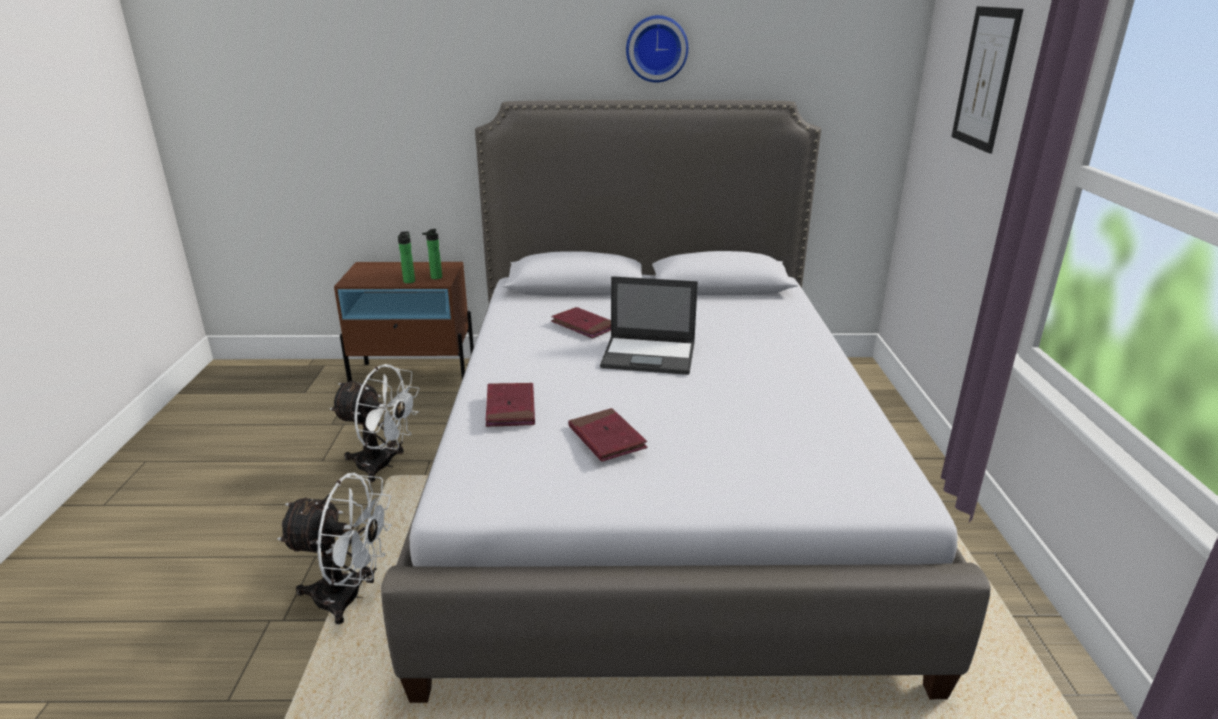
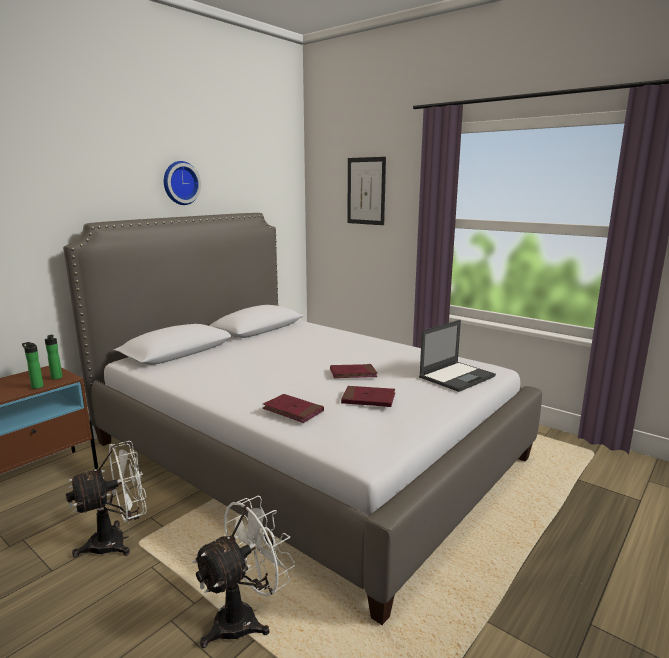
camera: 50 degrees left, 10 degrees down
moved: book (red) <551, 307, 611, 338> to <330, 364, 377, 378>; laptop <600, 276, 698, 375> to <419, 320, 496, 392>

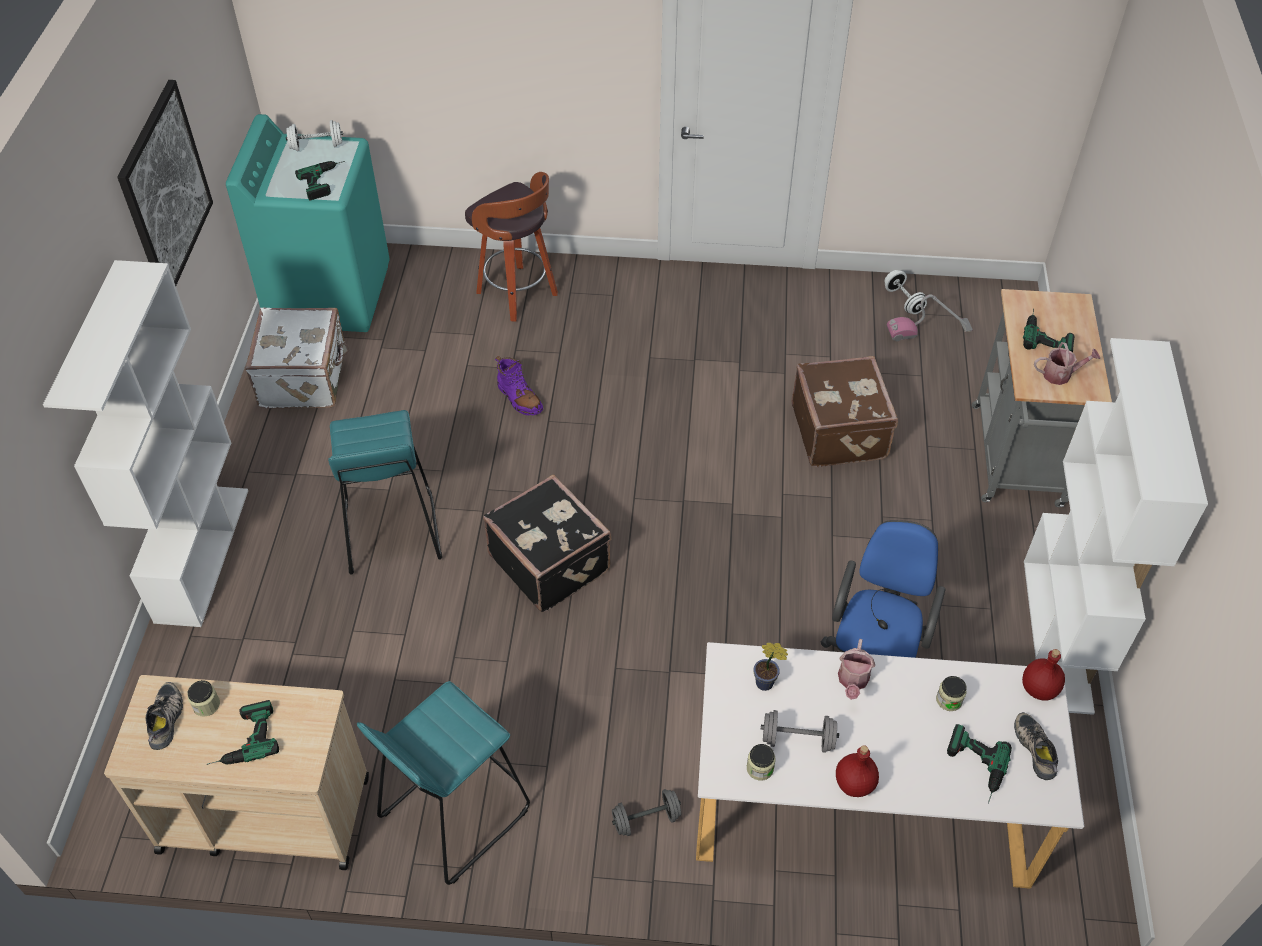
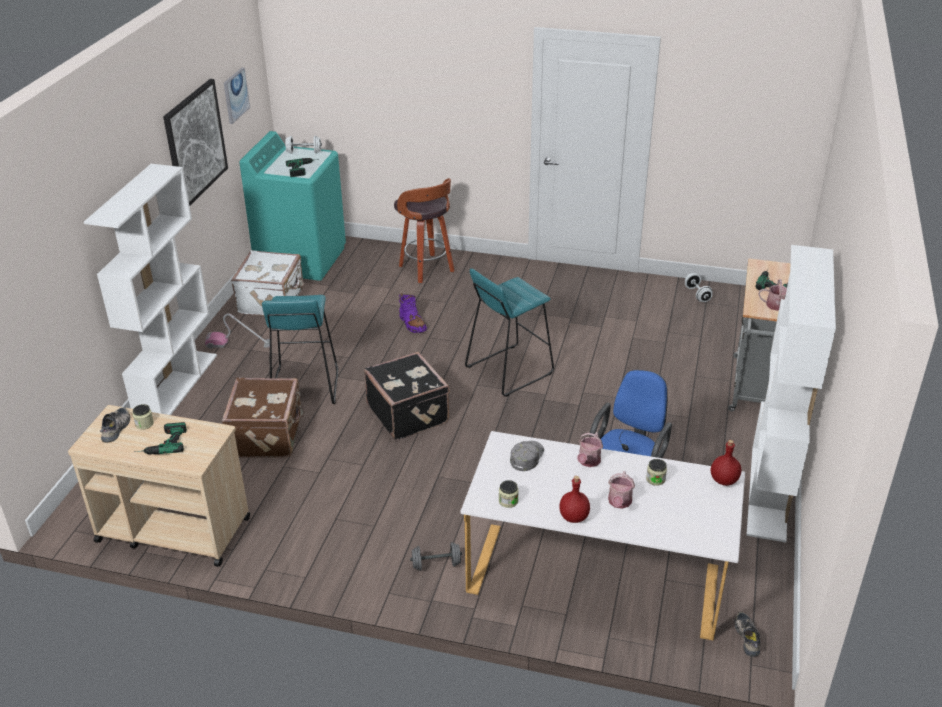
camera: 10 degrees right, 15 degrees down
removed: dumbbell (grey) <761, 710, 839, 753>; power drill <947, 724, 1012, 803>
added: picture <224, 68, 250, 124>; watering can <608, 471, 635, 509>
moved: stool (turquoise) <357, 681, 530, 885> to <465, 268, 554, 397>; suitcase (brown) <792, 356, 898, 467> to <222, 378, 305, 458>; vacuum cleaner <887, 294, 973, 341> to <205, 313, 270, 349>; shoe <1014, 712, 1058, 780> to <735, 612, 760, 657>
replaced: potted plant <754, 642, 788, 691> to cap (grey) <510, 441, 544, 471>

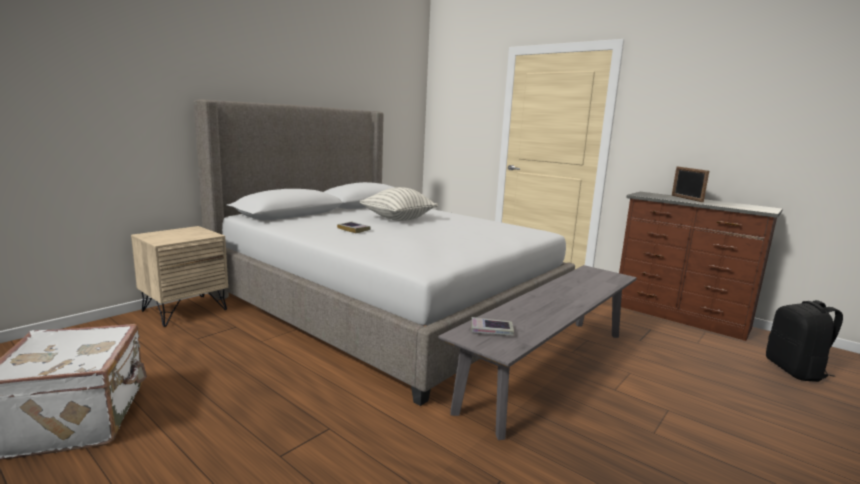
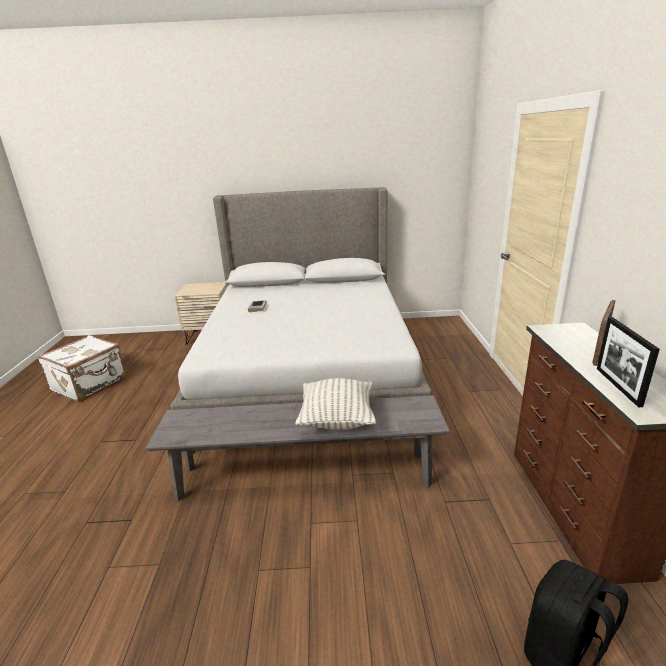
camera: 50 degrees right, 10 degrees up
removed: book <471, 317, 514, 336>
added: picture frame <597, 317, 660, 407>
moved: pillow <360, 187, 438, 221> to <295, 378, 376, 430>

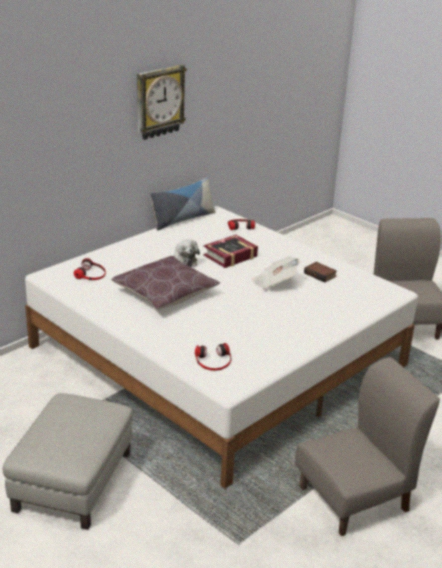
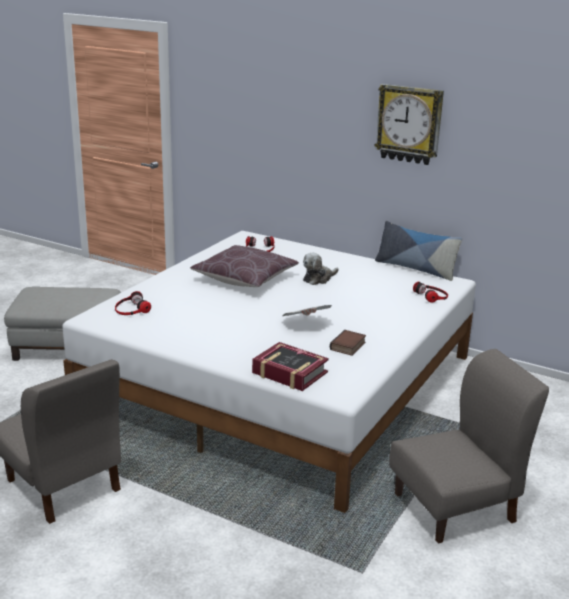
camera: 75 degrees right, 5 degrees down
moved: book <203, 235, 258, 268> to <252, 342, 329, 391>

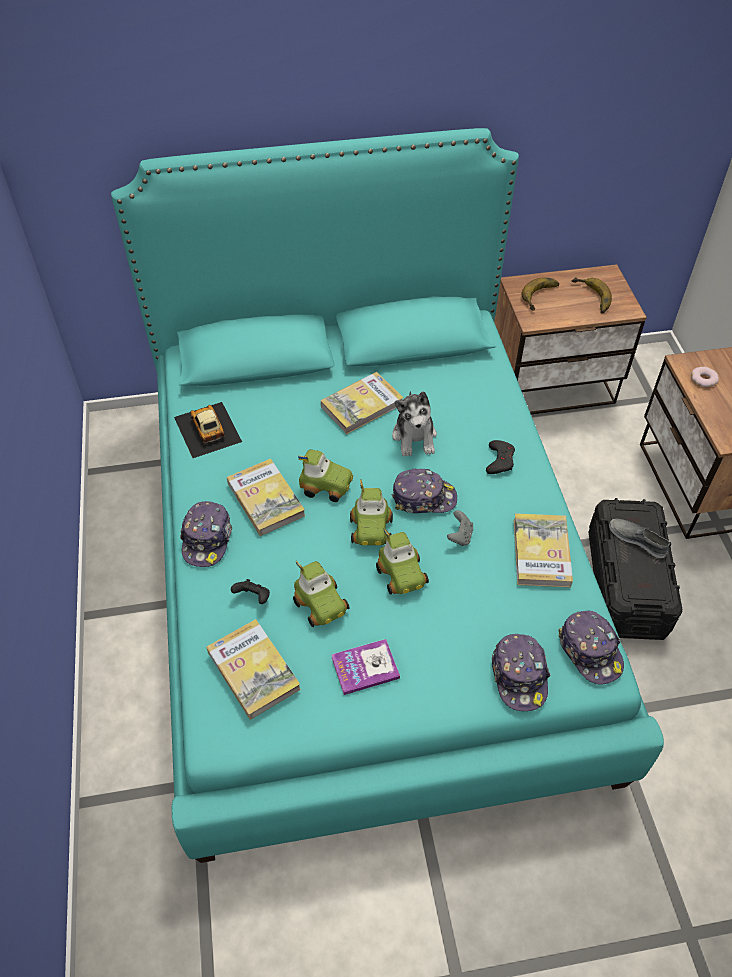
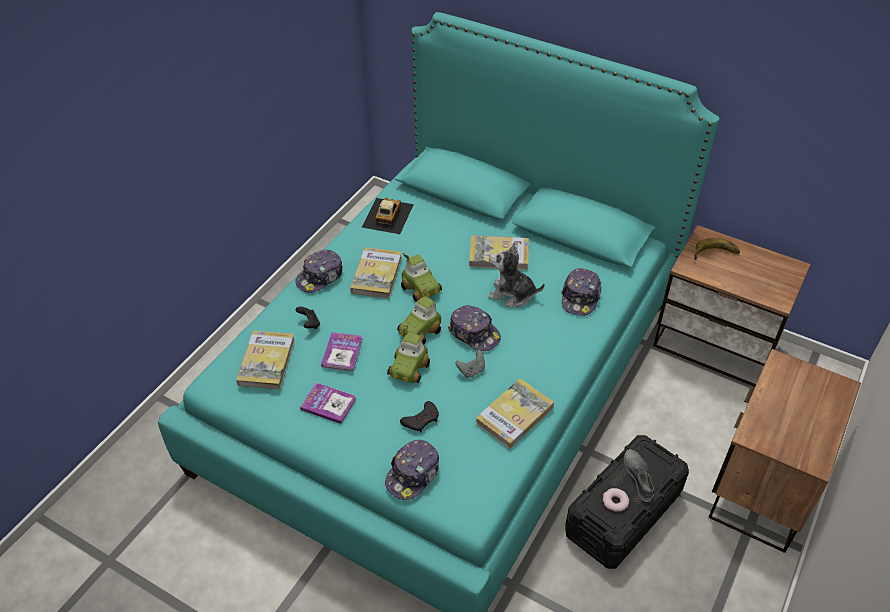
camera: 40 degrees right, 5 degrees down
removed: banana <572, 277, 612, 314>
moved: game controller (black) <486, 440, 515, 474> to <400, 401, 439, 433>; cap <558, 611, 624, 685> to <562, 268, 601, 316>; donut <691, 367, 719, 387> to <603, 488, 629, 512>
replaced: toy car <293, 561, 350, 627> to book <321, 332, 363, 371>
turned: plush toy <392, 391, 437, 457> = <489, 242, 545, 307> 75 degrees clockwise

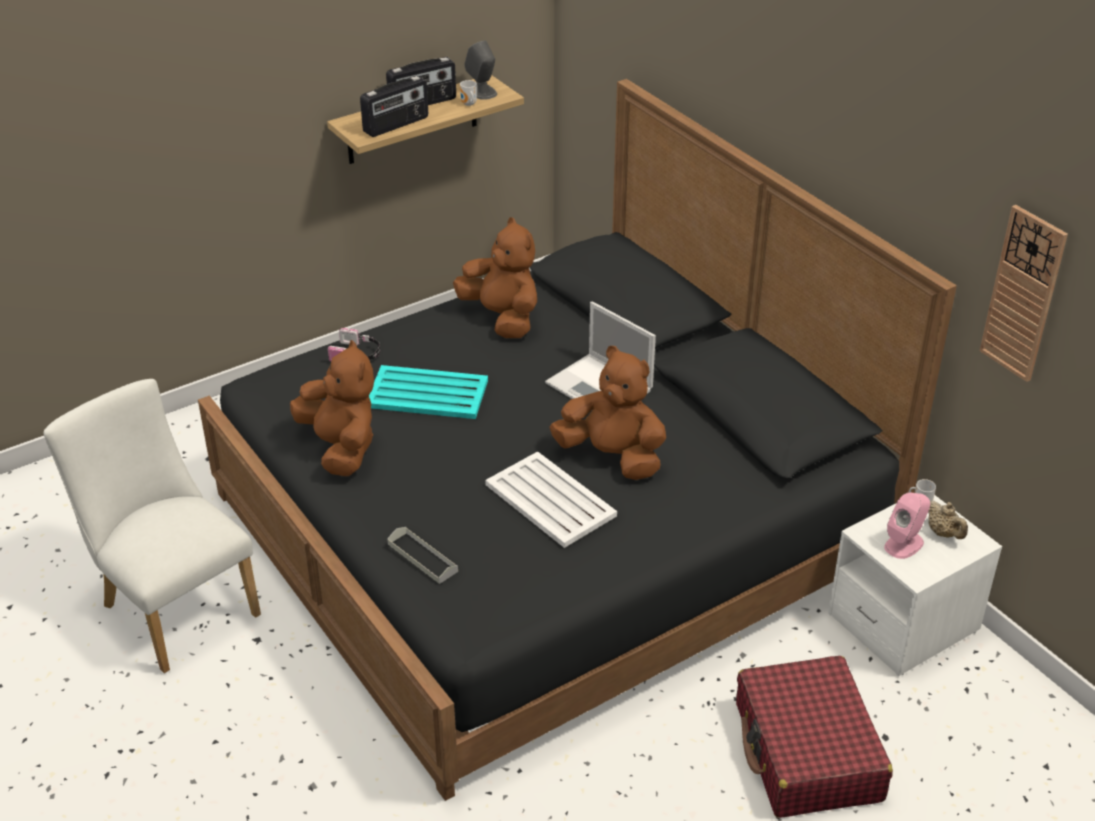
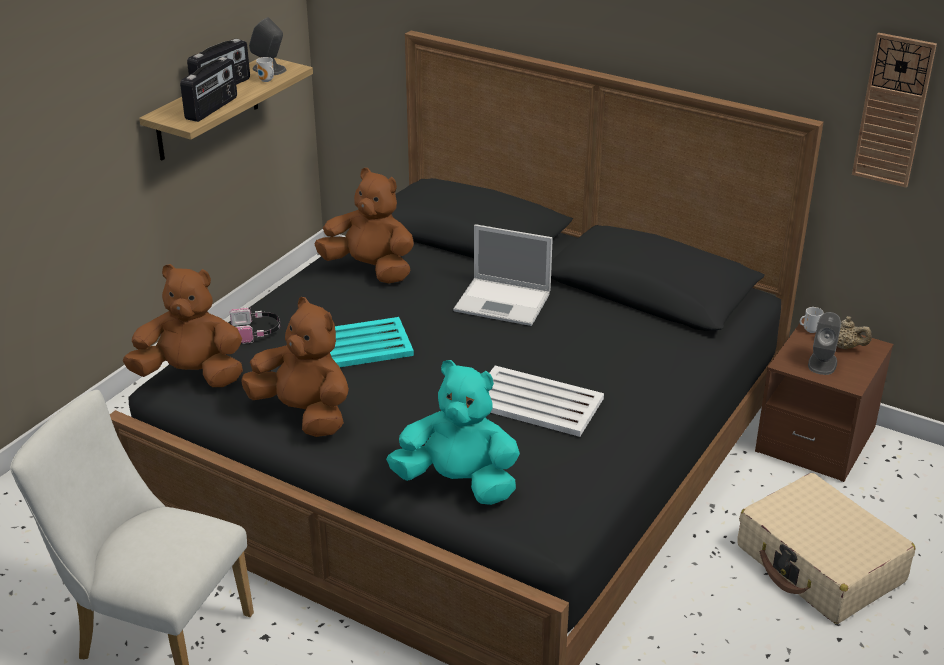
camera: 25 degrees left, 5 degrees down
moved: plush toy (brown) <550, 346, 666, 480> to <123, 264, 243, 387>
replaced: tray (grey) <387, 527, 458, 584> to plush toy (turquoise) <386, 360, 520, 505>
recoloured: suitcase (red) <736, 656, 893, 818> to suitcase (beige) <737, 473, 916, 624>; nightstand (white) <828, 495, 1002, 676> to nightstand (brown) <755, 318, 893, 482>; speaker (pink) <884, 492, 930, 559> to speaker (grey) <808, 312, 841, 375>

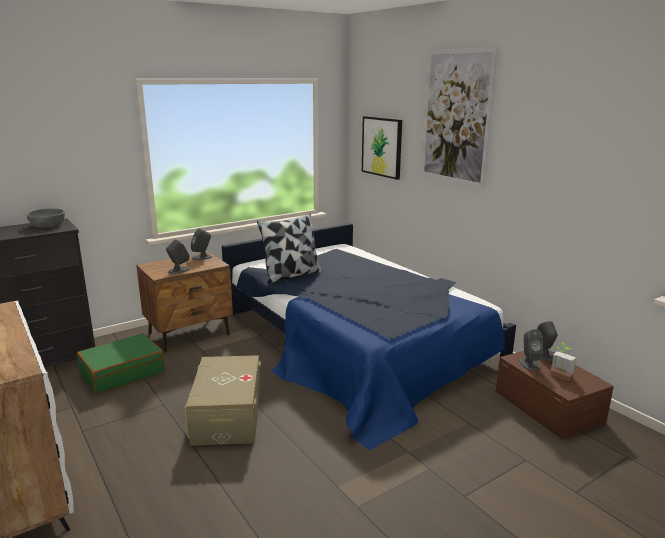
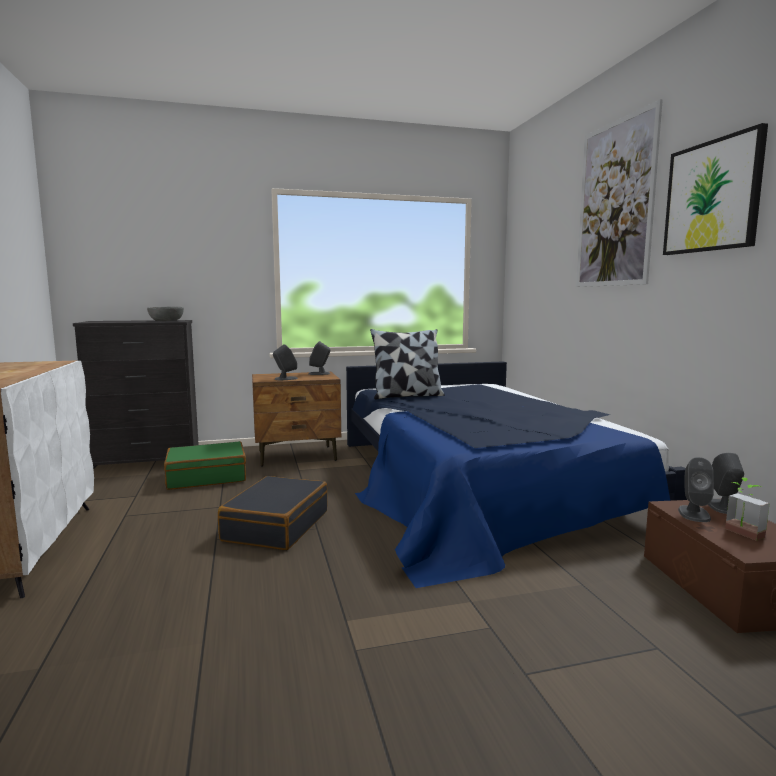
camera: 20 degrees right, 10 degrees down
moved: picture <362, 116, 402, 180> to <663, 123, 768, 255>
replaced: storage box (beige) <185, 355, 261, 446> to suitcase (black) <218, 476, 327, 550>

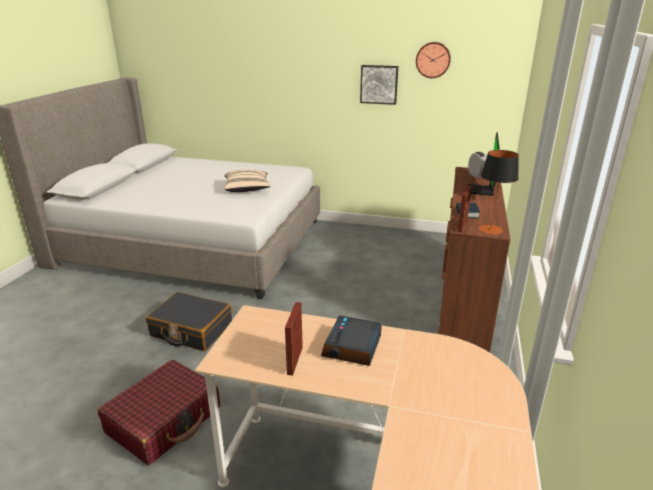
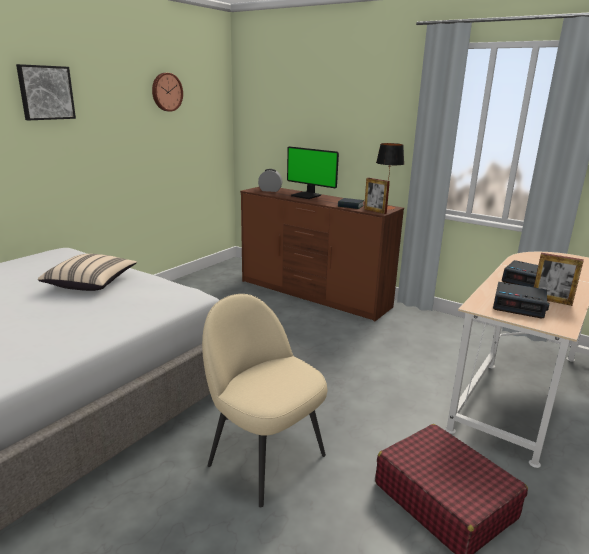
camera: 70 degrees left, 5 degrees down
added: alarm clock <493, 282, 549, 319>
moved: picture <360, 65, 398, 105> to <16, 64, 76, 120>
replaced: suitcase (black) <146, 292, 232, 351> to chair (beige) <202, 294, 327, 507>

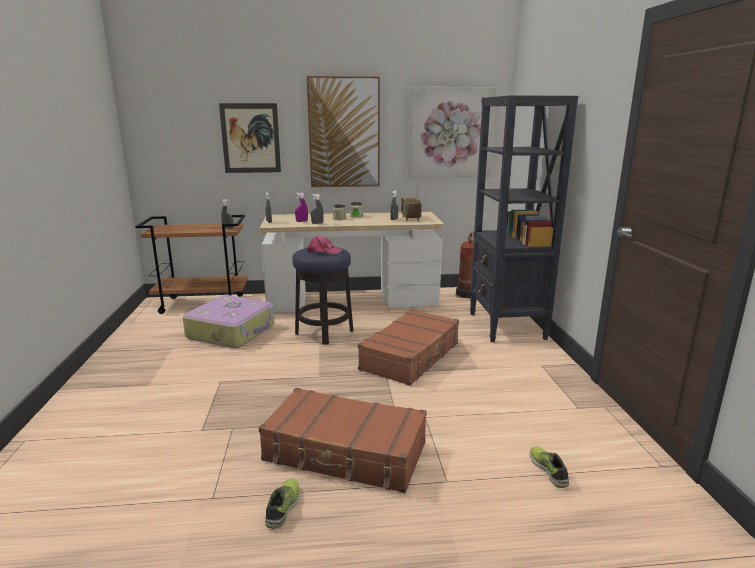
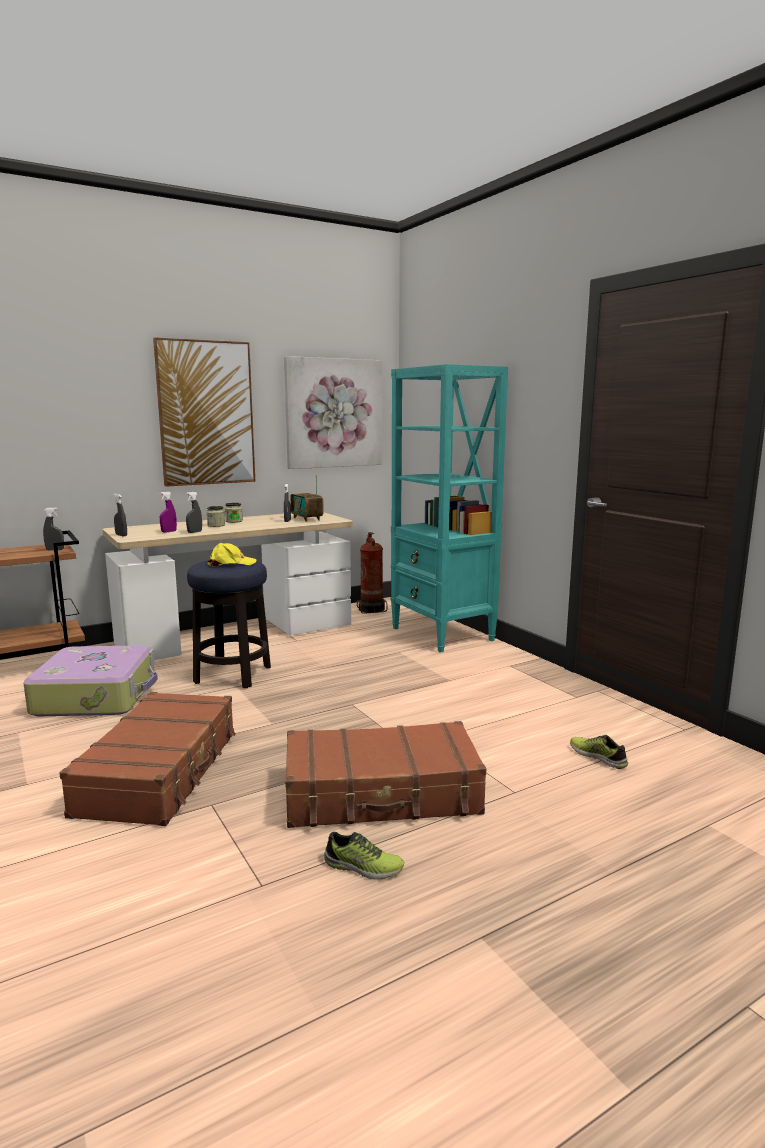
camera: 25 degrees left, 5 degrees down
removed: picture <219, 103, 281, 173>
moved: suitcase (brown) <358, 309, 459, 386> to <60, 692, 236, 826>
recoloured: cap (pink) <307, 236, 342, 254> to cap (yellow) <207, 543, 257, 567>; bookcase (black) <470, 96, 578, 342> to bookcase (turquoise) <391, 364, 508, 653>
turned: shoe <265, 479, 300, 529> = <324, 832, 404, 880> 120 degrees clockwise

